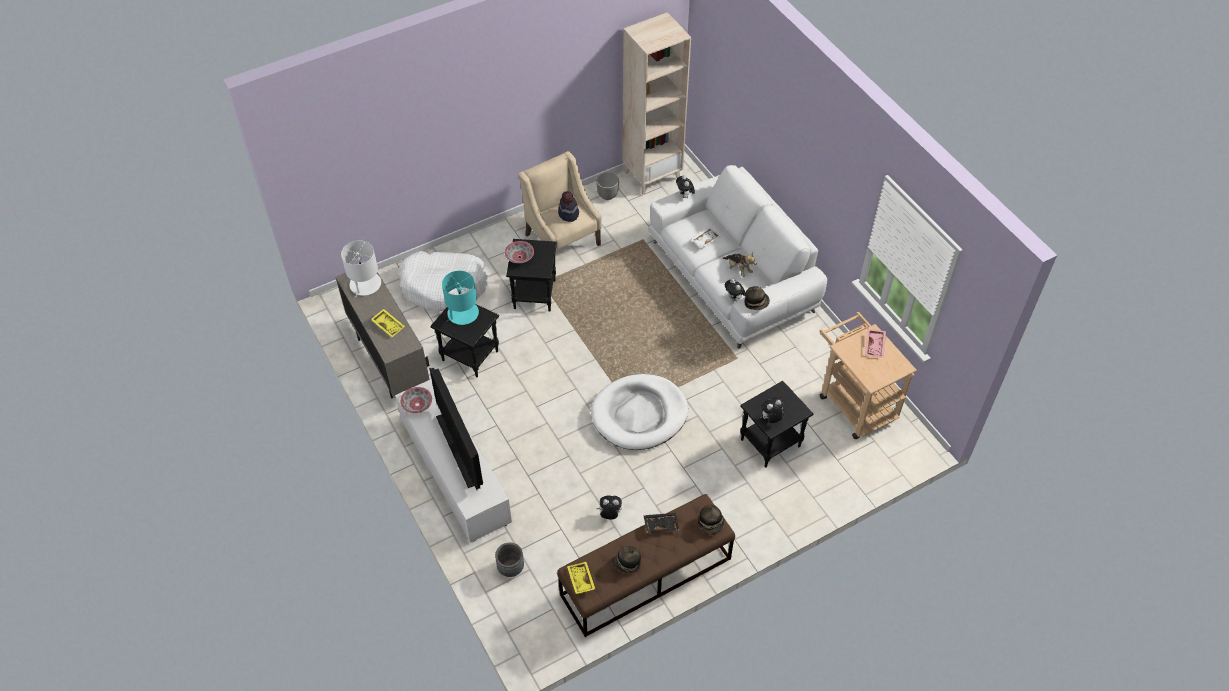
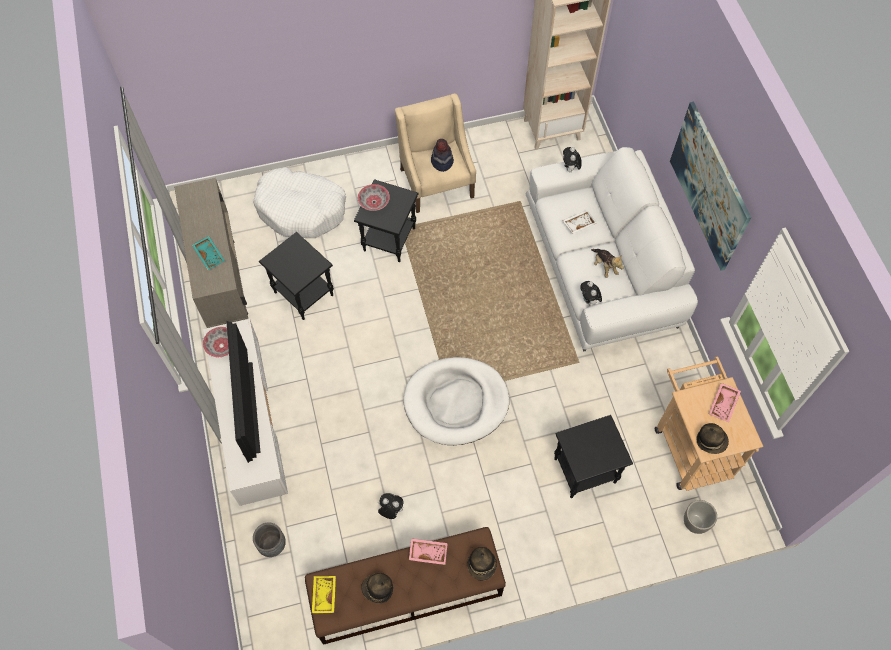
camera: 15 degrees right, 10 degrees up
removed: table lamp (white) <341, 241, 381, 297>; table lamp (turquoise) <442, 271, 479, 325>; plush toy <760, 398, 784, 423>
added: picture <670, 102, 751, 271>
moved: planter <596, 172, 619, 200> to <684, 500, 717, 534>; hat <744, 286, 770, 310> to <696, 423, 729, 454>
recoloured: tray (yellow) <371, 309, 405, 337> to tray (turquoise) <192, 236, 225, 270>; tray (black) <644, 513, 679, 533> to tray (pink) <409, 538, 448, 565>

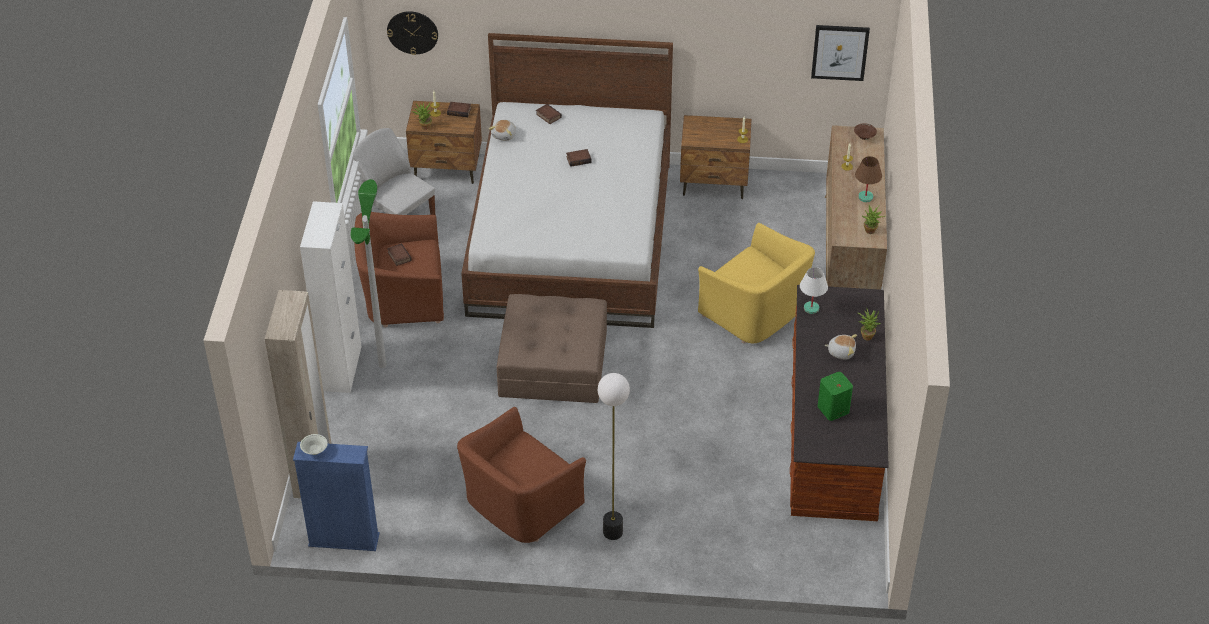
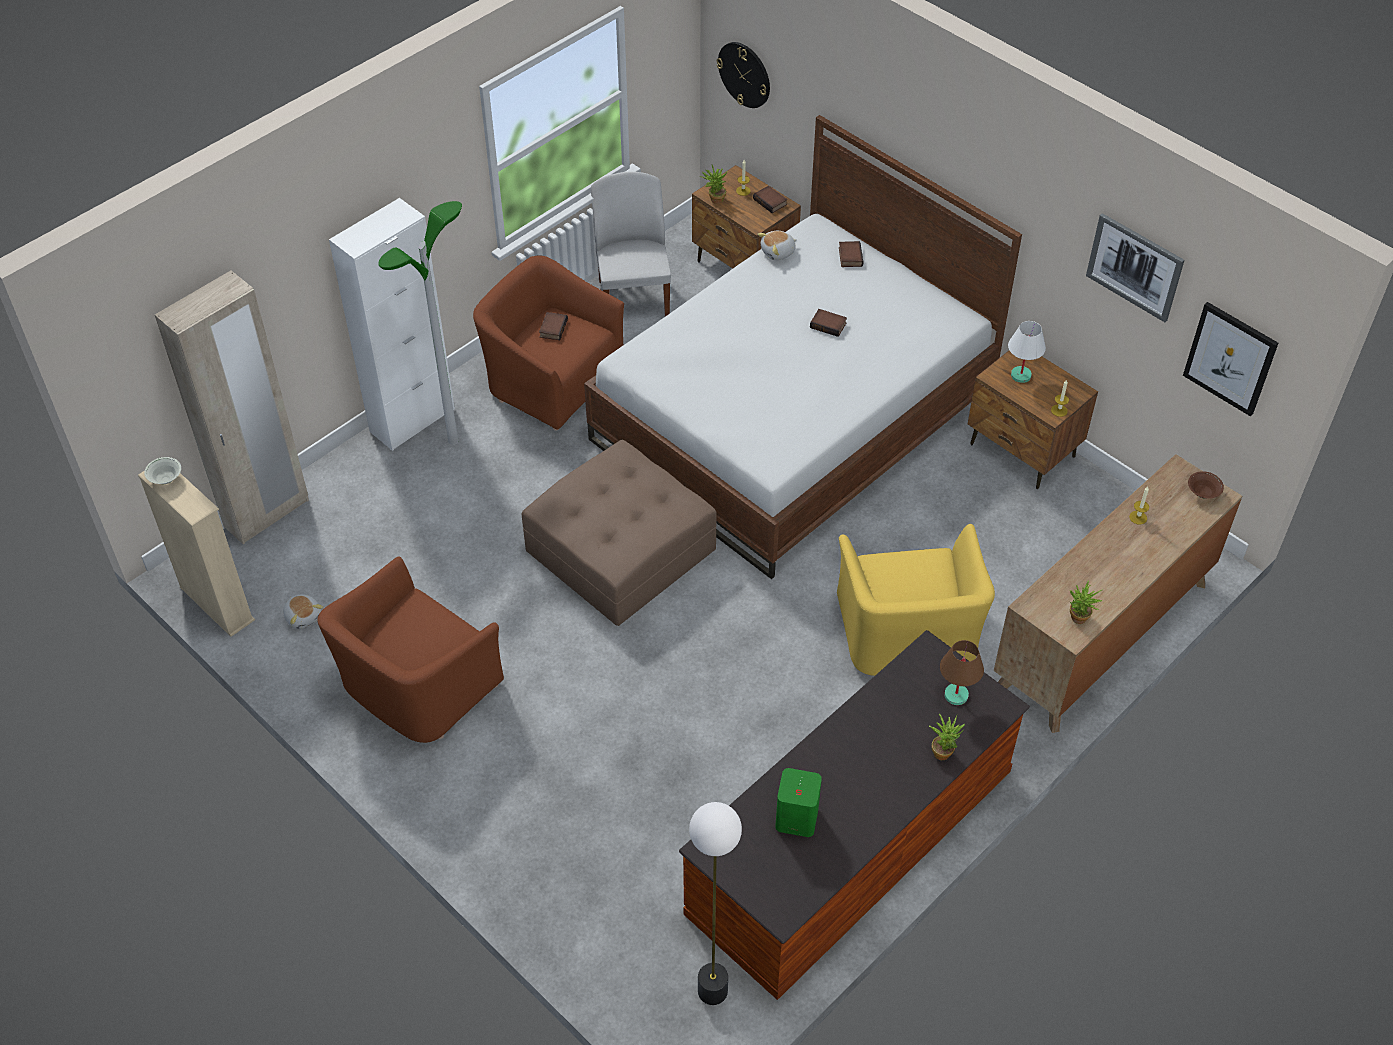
camera: 40 degrees right, 5 degrees up
added: picture <1086, 213, 1184, 322>
moved: floor lamp <598, 373, 630, 540> to <689, 802, 742, 1005>; table lamp (white) <800, 267, 828, 314> to <1008, 321, 1046, 383>; plush toy <824, 334, 857, 360> to <283, 594, 323, 629>; table lamp (brown) <855, 156, 882, 202> to <940, 640, 984, 705>
recoloured: bookcase (blue) <293, 442, 380, 551> to bookcase (beige) <138, 471, 255, 637>
turned: armchair (brown) <457, 407, 586, 543> = <317, 556, 504, 743> 45 degrees counterclockwise

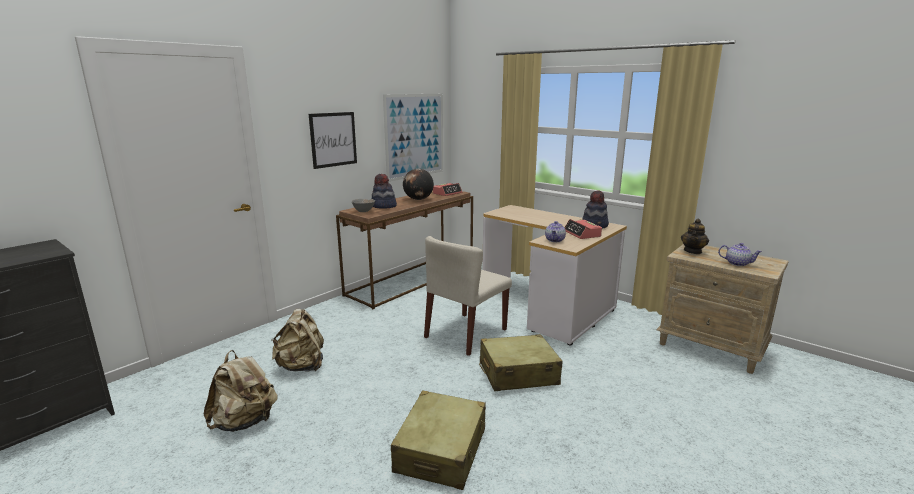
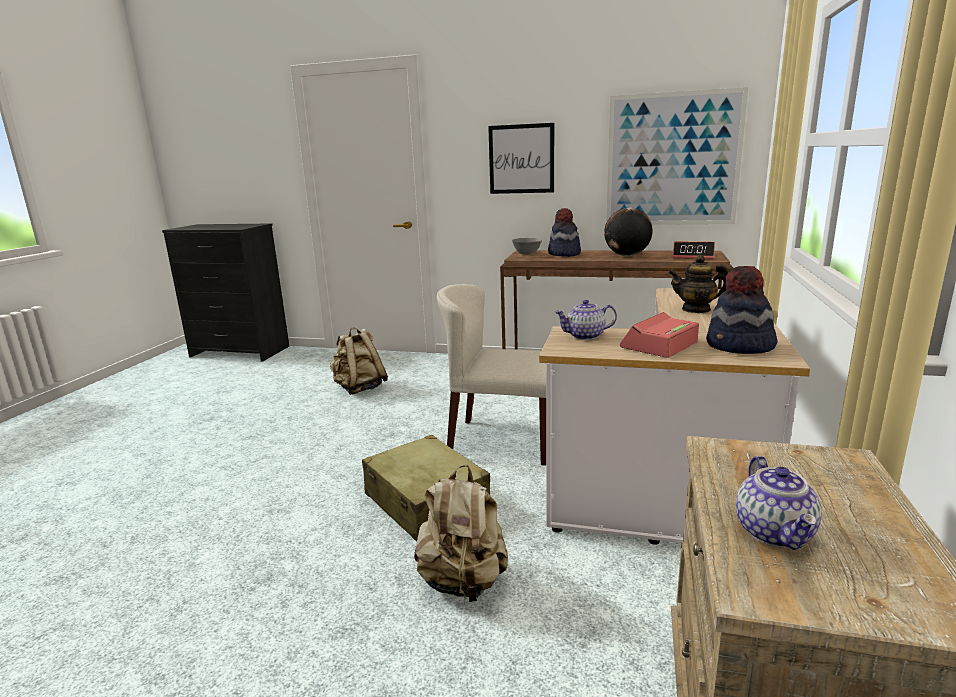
camera: 65 degrees right, 0 degrees up
removed: suitcase (beige) <391, 391, 486, 490>
moved: backpack (beige) <203, 350, 278, 432> to <414, 465, 508, 602>; teapot <681, 219, 709, 254> to <668, 255, 728, 313>

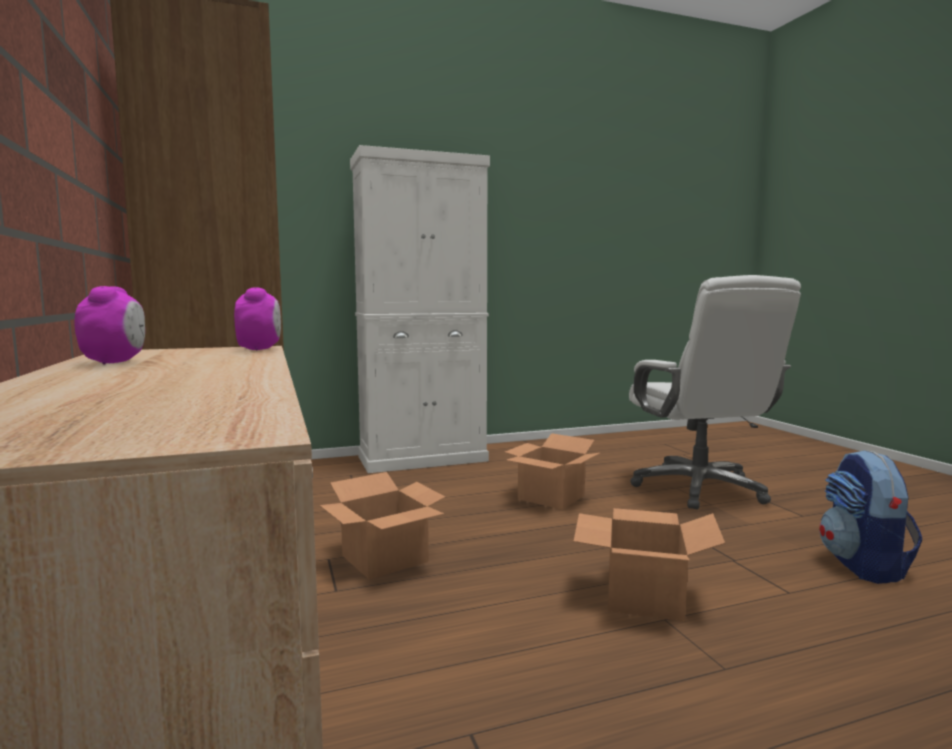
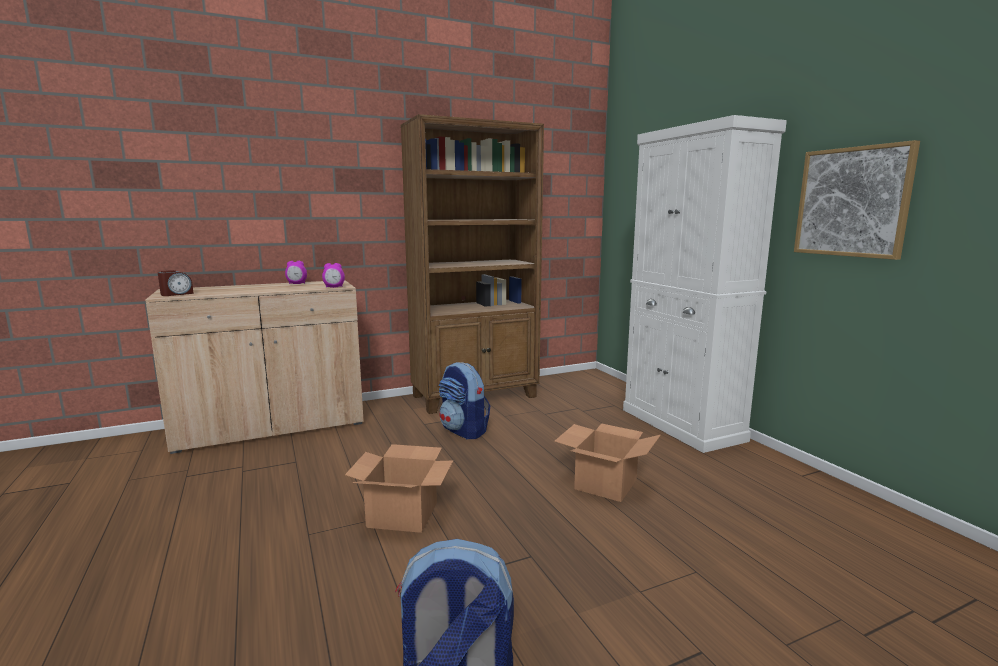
camera: 85 degrees right, 5 degrees up
removed: office chair (white) <629, 275, 801, 510>
added: alarm clock <158, 270, 194, 296>; picture <794, 140, 920, 260>
replaced: cardboard box <320, 472, 445, 580> to backpack <439, 362, 490, 440>

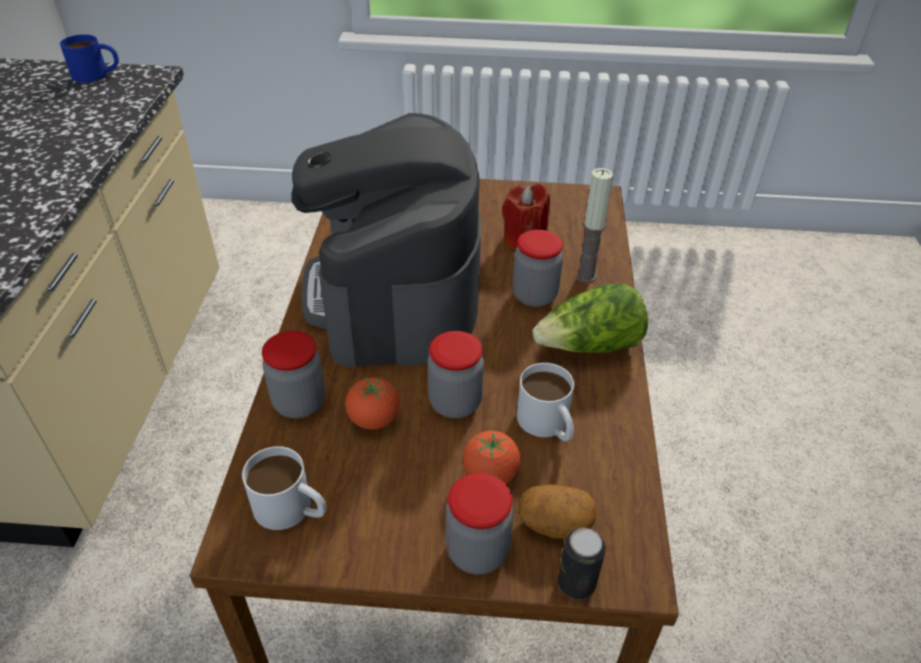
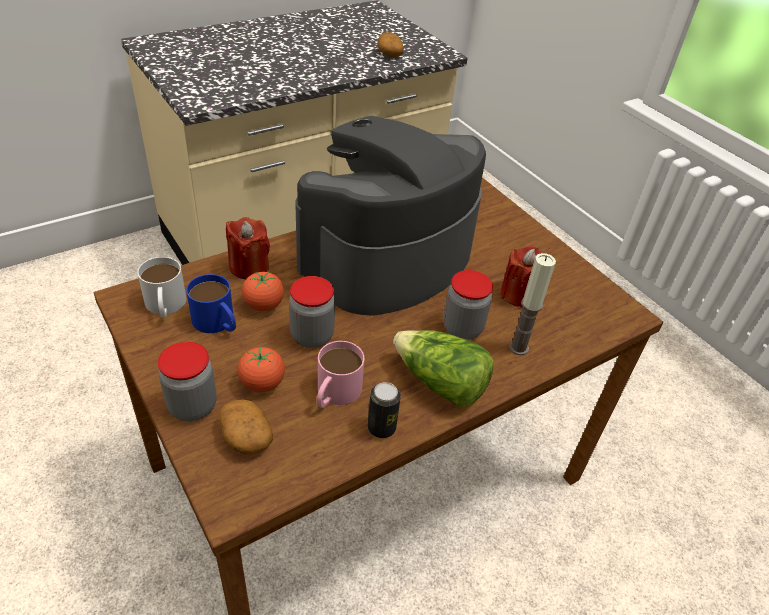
camera: 50 degrees right, 0 degrees up
added: potato <378, 32, 404, 57>
moved: mug (blue) <60, 34, 119, 83> to <186, 274, 236, 333>; can <558, 528, 606, 599> to <368, 382, 401, 438>
replaced: jar <262, 331, 325, 418> to candle (red) <226, 217, 270, 279>
recoloured: mug (white) <517, 363, 574, 441> to mug (pink) <317, 341, 364, 408>

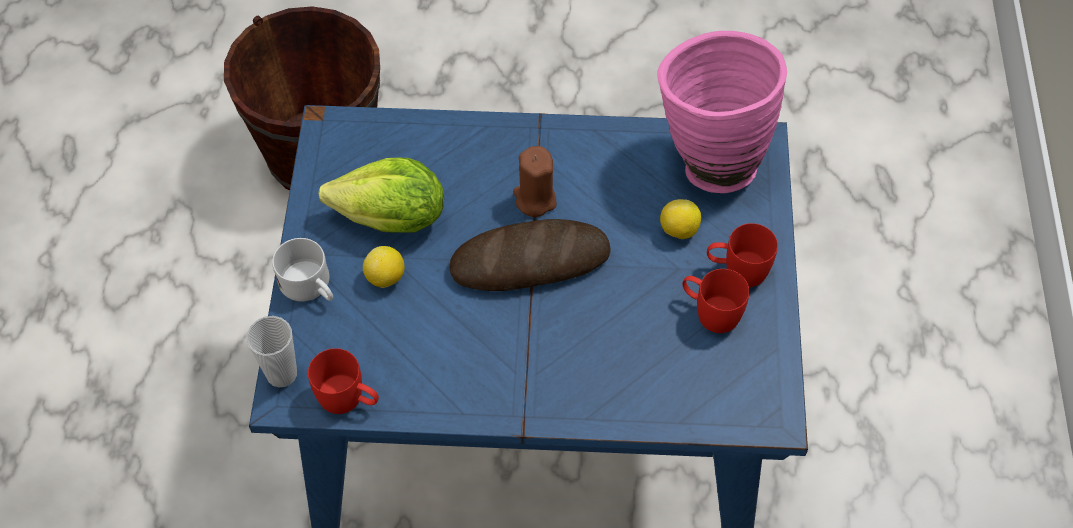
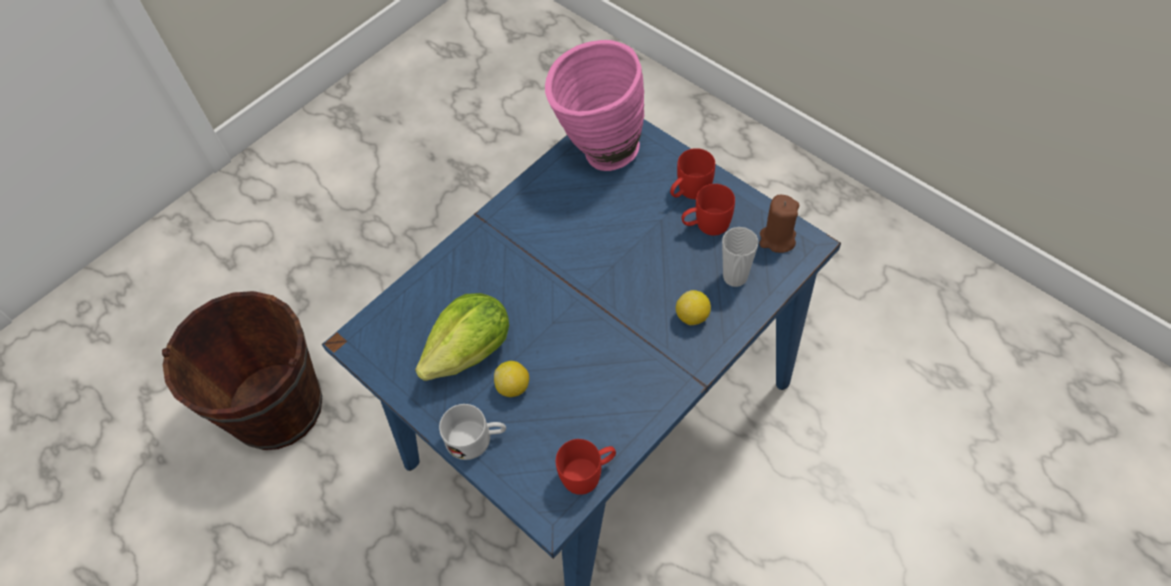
camera: 45 degrees left, 0 degrees up
removed: bread <449, 219, 611, 291>
moved: cup <246, 316, 297, 387> to <722, 227, 758, 287>; candle (brown) <513, 146, 557, 217> to <760, 195, 799, 253>; lemon <660, 199, 701, 239> to <676, 290, 711, 325>

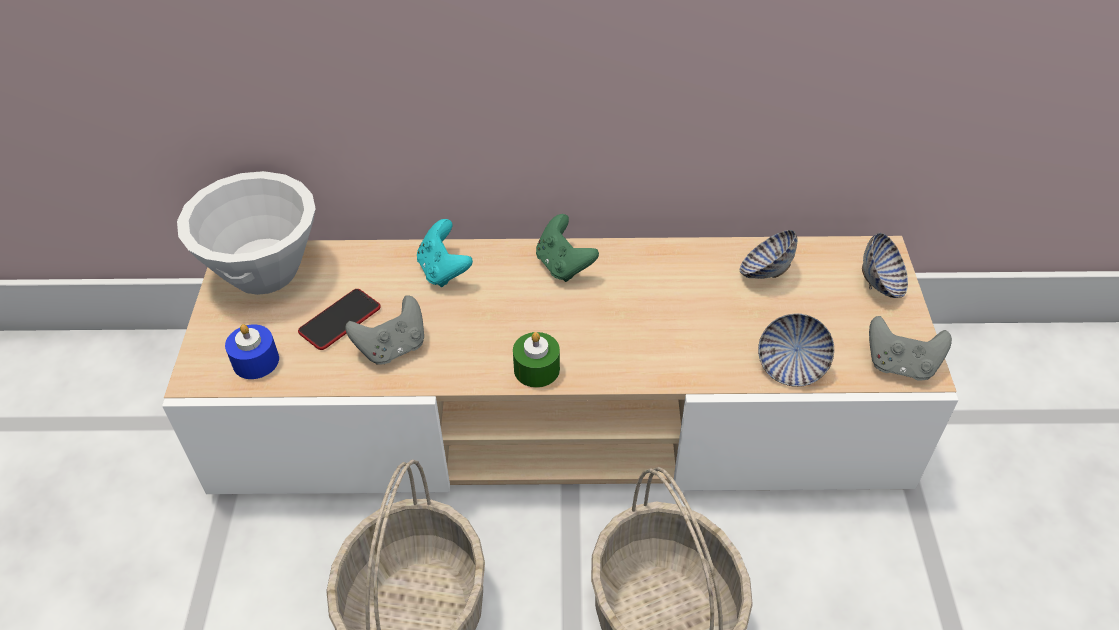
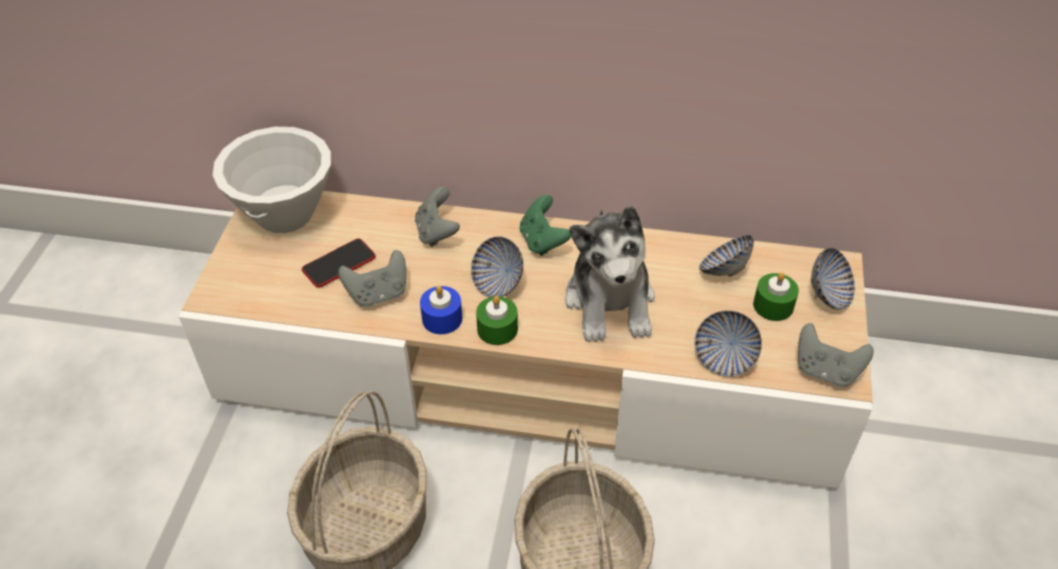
camera: 10 degrees right, 0 degrees up
added: bowl <471, 236, 523, 297>; plush toy <565, 206, 655, 342>; candle (green) <753, 272, 799, 321>
moved: candle (blue) <225, 324, 279, 379> to <420, 286, 462, 334>
recoloured: game controller (turquoise) <417, 219, 473, 287> to game controller (grey) <415, 187, 460, 247>

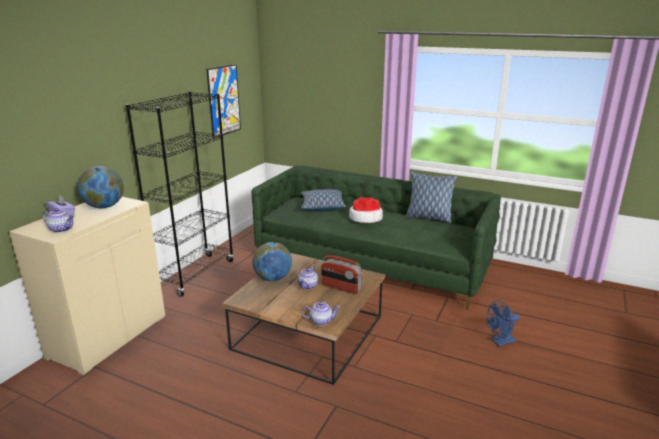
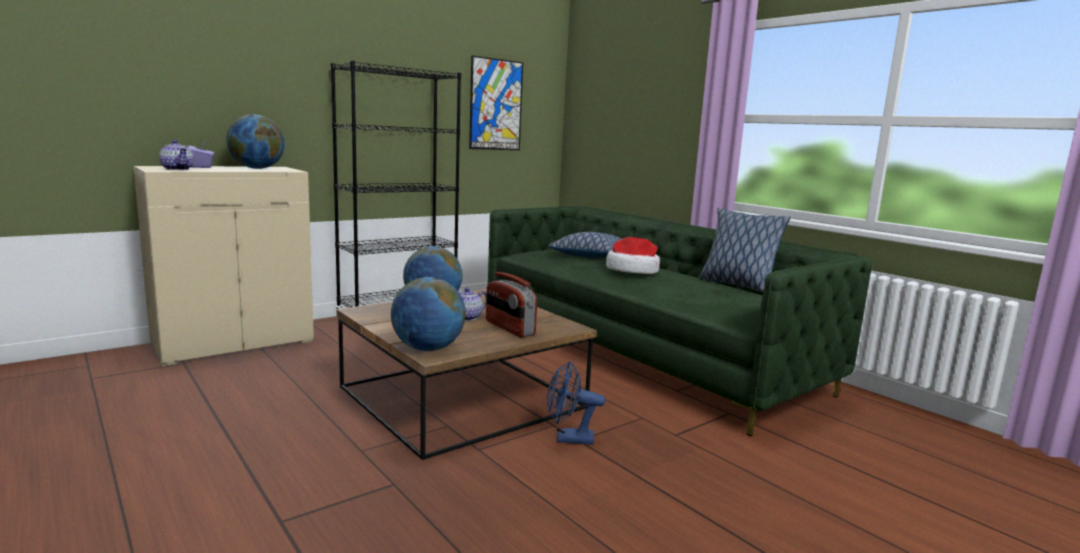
camera: 25 degrees right, 10 degrees down
moved: fan (blue) <487, 300, 520, 346> to <547, 361, 605, 445>
replaced: teapot <302, 302, 340, 326> to globe <391, 277, 466, 351>

